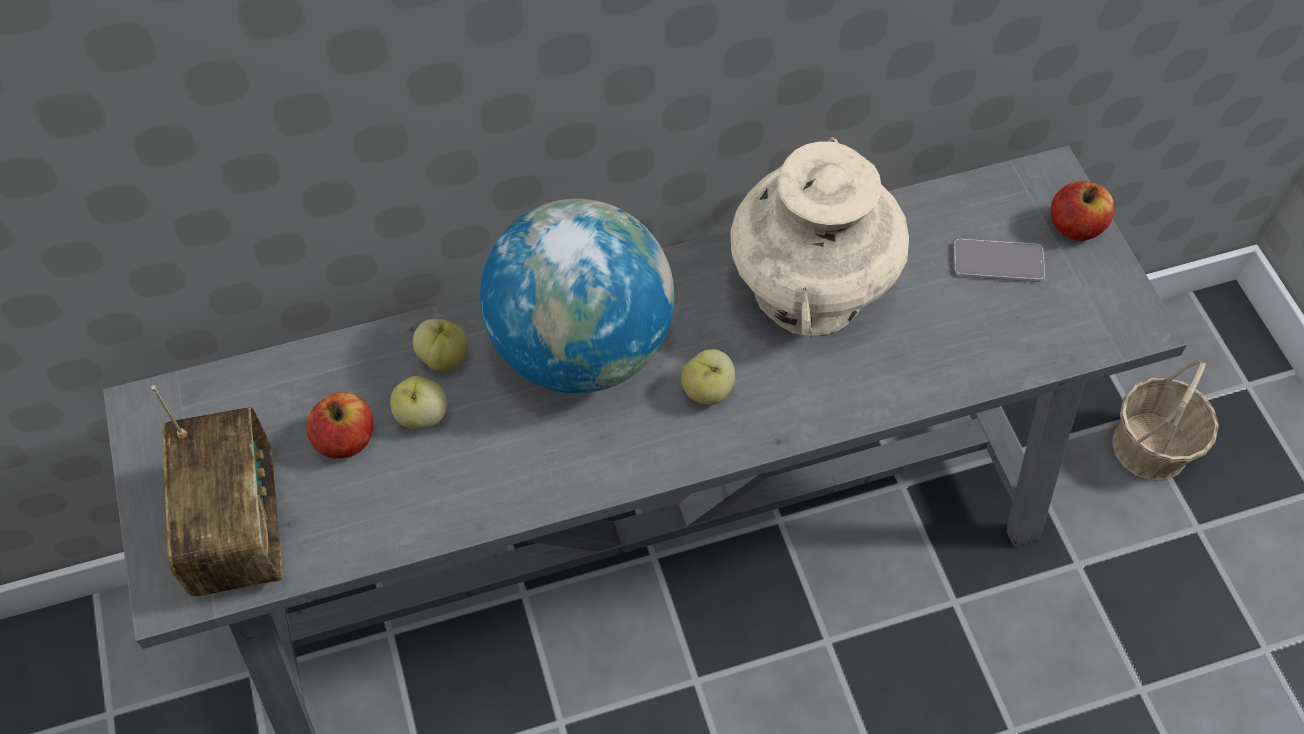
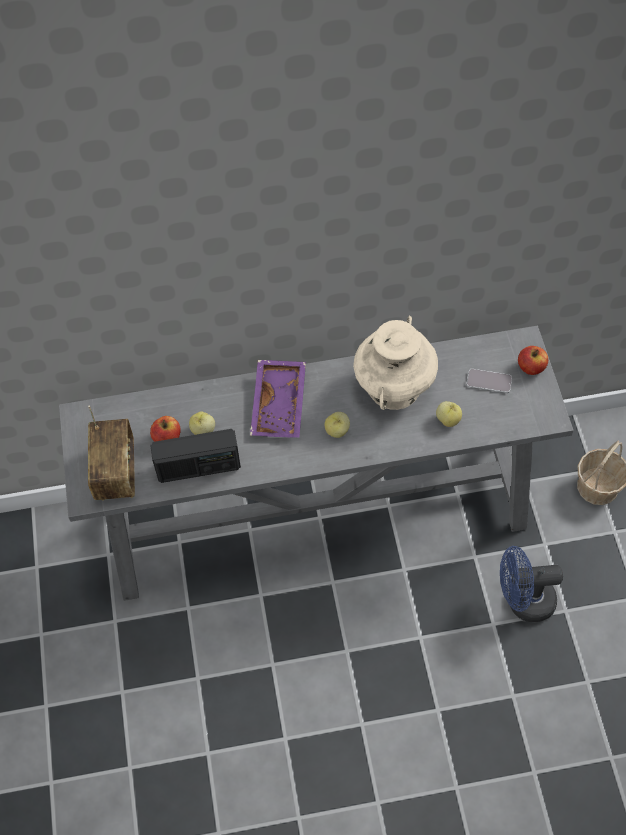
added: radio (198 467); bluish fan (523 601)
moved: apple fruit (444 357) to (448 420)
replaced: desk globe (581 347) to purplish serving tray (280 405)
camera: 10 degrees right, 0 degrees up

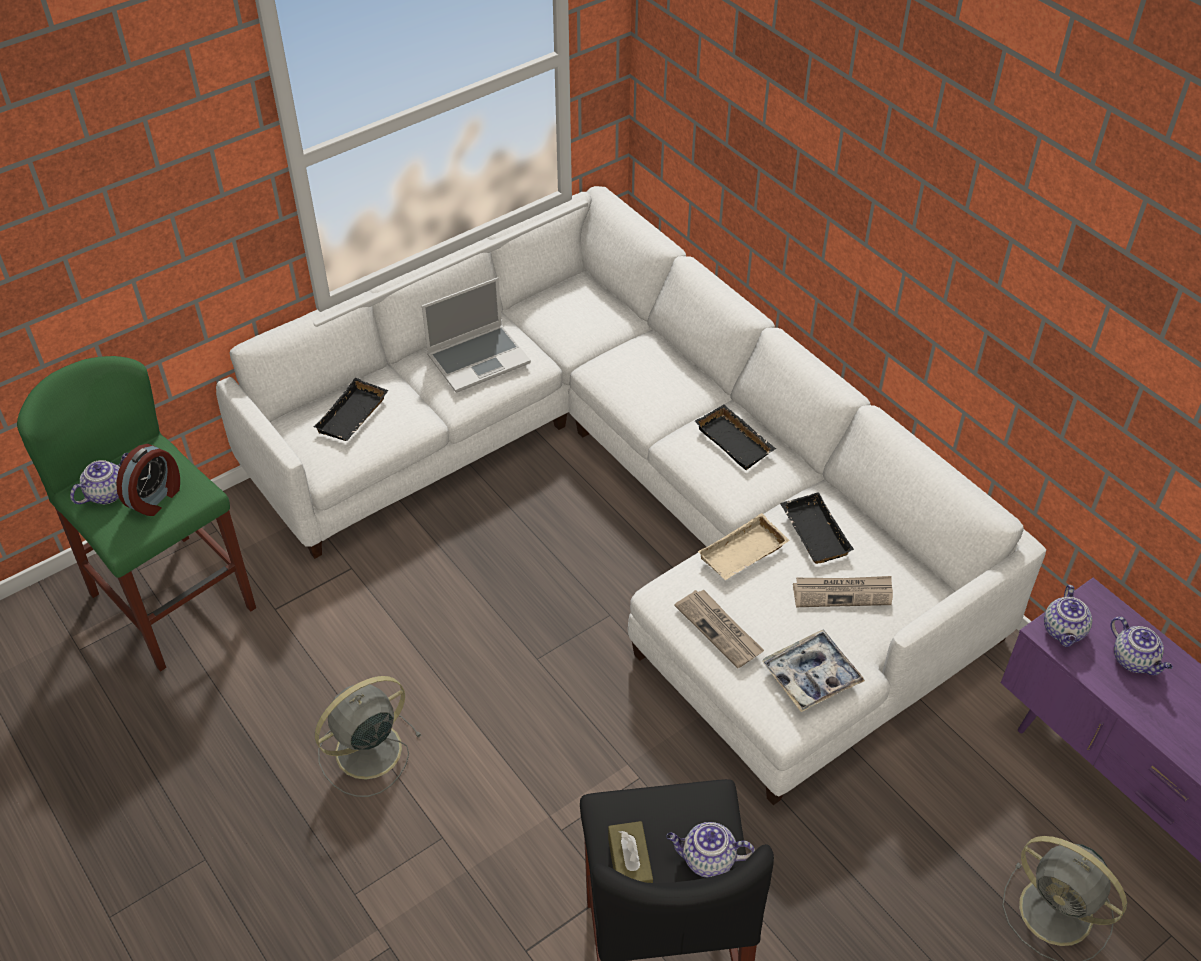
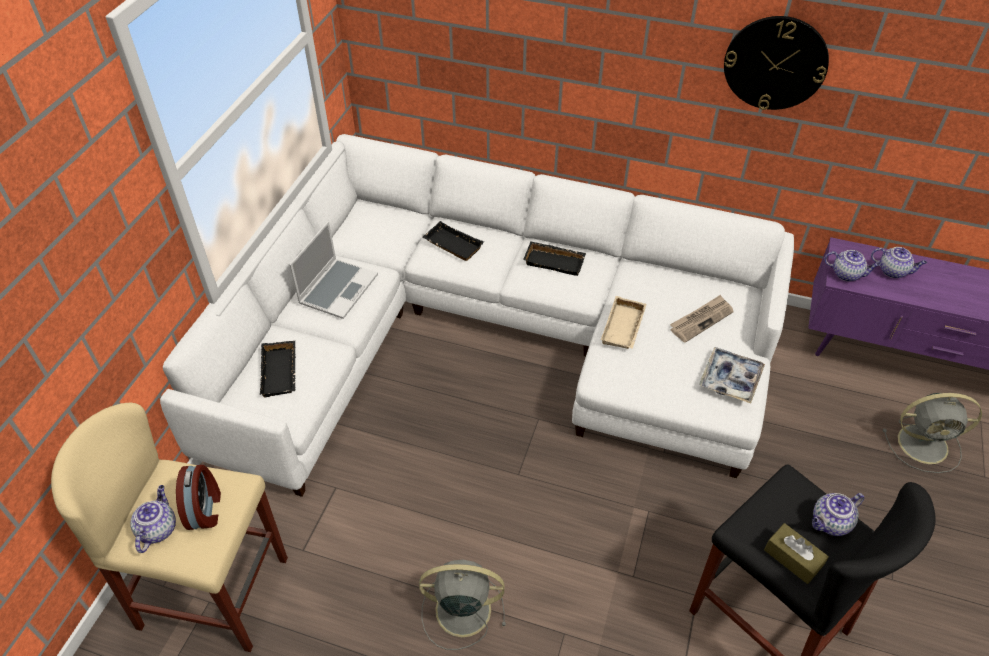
removed: newspaper (720 629)
added: wall clock (775 63)
moved: blackish serving tray (812 533) to (451 245)
recoloured: green-coloured sitting stool (173 601) to beige-coloured sitting stool (215 592)
turned: gray fan (365 752) = (460 610) 75 degrees clockwise; pot for tea (1064 631) = (847 274) 45 degrees counterclockwise
camera: 35 degrees left, 0 degrees up

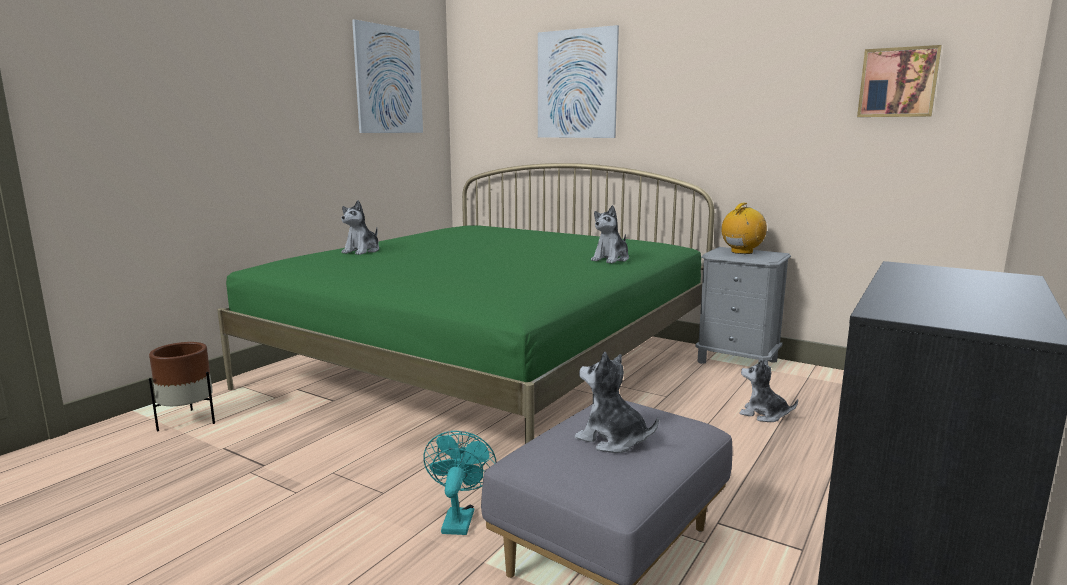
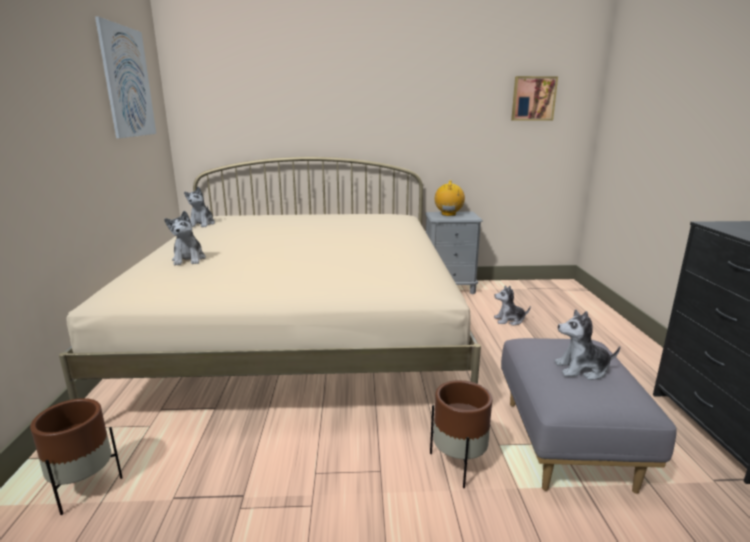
removed: wall art (576 84)
moved: soft toy (611 259) to (202 224)
replaced: turquoise-coloured fan (459 518) to brownish planter (458 464)
recoloured: green-coloured bed (488 366) to beige-coloured bed (302 335)
camera: 35 degrees left, 5 degrees up

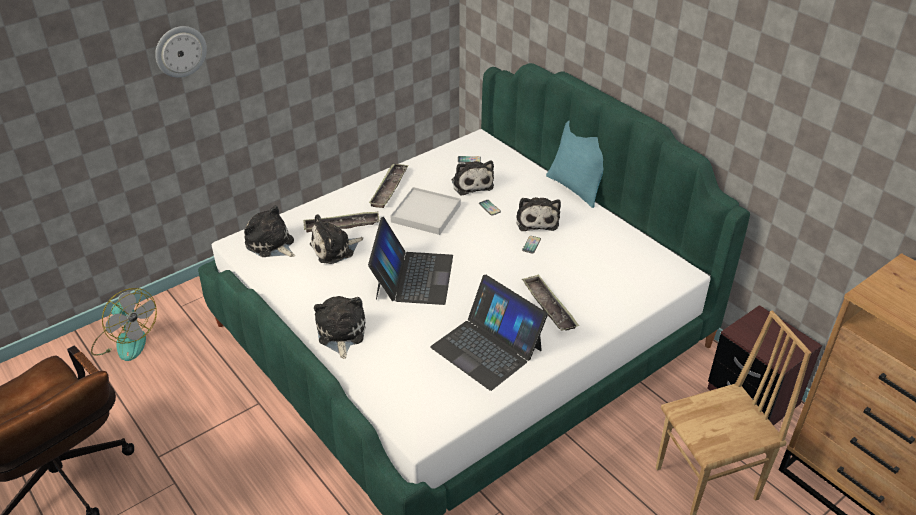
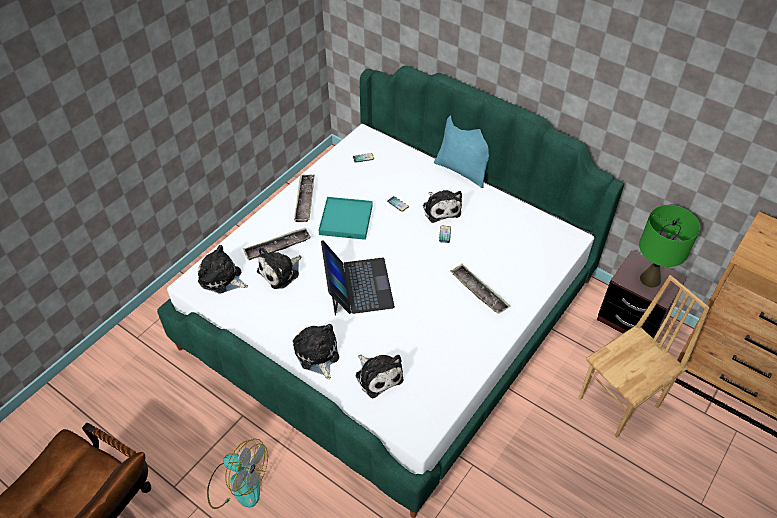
removed: wall clock (180 51); laptop (487 348)
added: green-coloured lamp for a table (650 279)
moved: fan (125 340) to (238 483); soft toy (471 183) to (378 376)
recoloured: white-coloured serving tray (426 213) to turquoise-coloured serving tray (346 220)
camera: 15 degrees left, 10 degrees up

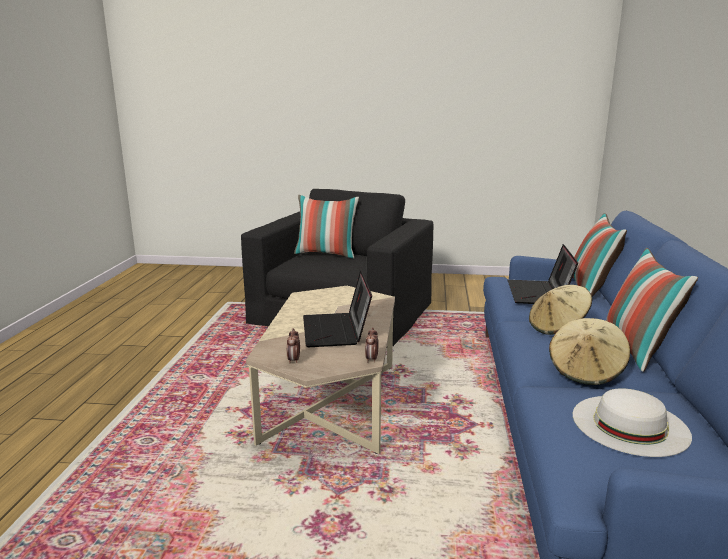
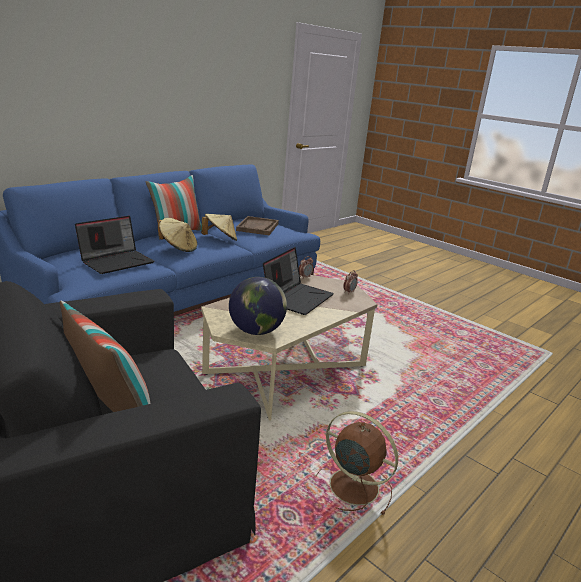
removed: throw pillow (591 290)
added: desk globe (256 331); brownish fan (351 486)
replaced: white-coloured wearable hat (630 424) to brownish serving tray (258 227)
camera: 145 degrees left, 5 degrees up

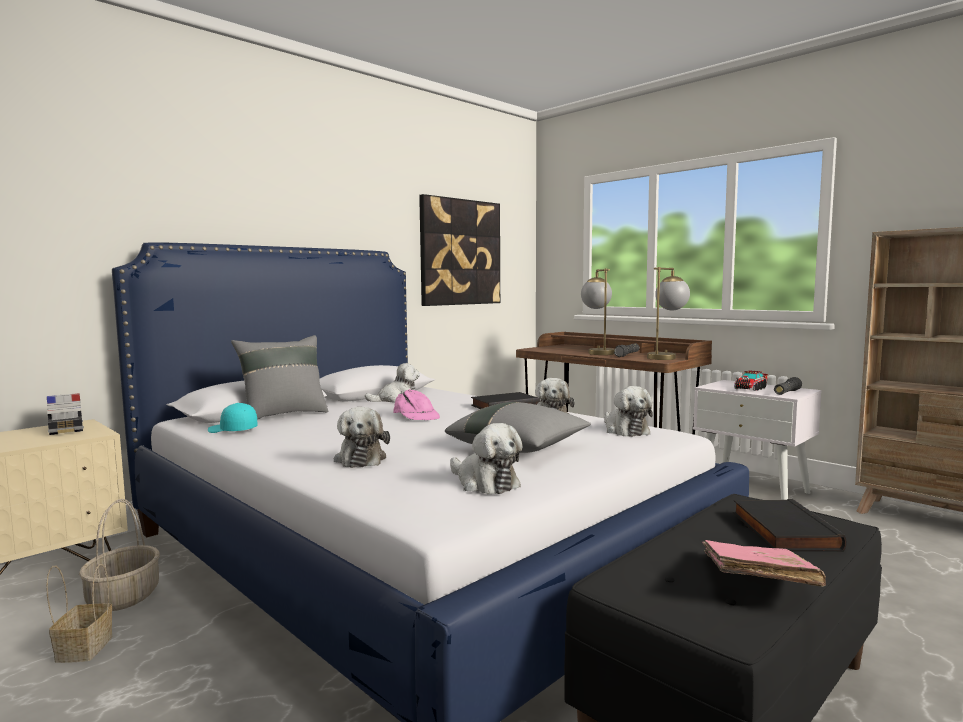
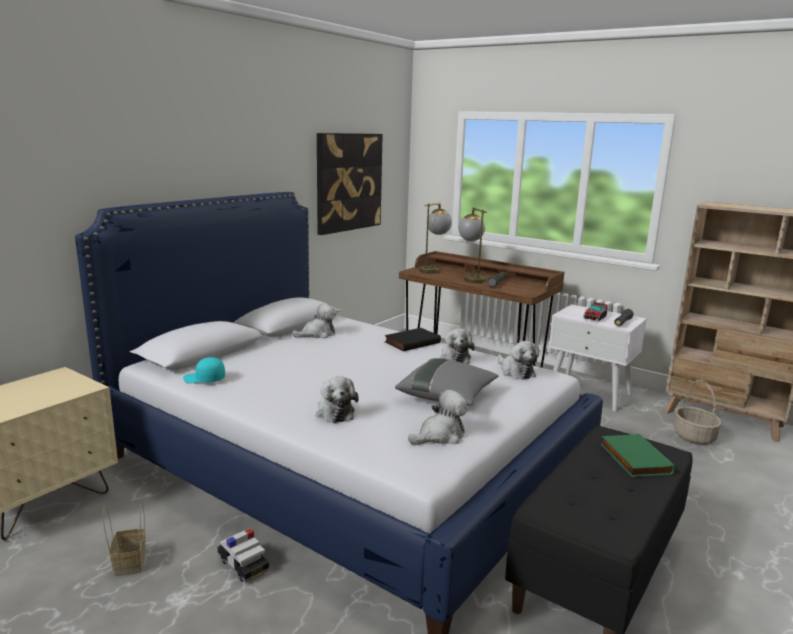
removed: gray throw pillow (283 415); pinkish peaked cap (416 415); pinkish volume (756 582)
moved: model car (66 429) to (243 565); basket (124 598) to (694 437); lamp for a table (666 357) to (433 269)
recoloured: blackish volume (781 531) to green-coloured volume (633 459)
turned: soft toy (484 483) = (440 436) 75 degrees counterclockwise
camera: 10 degrees left, 10 degrees up

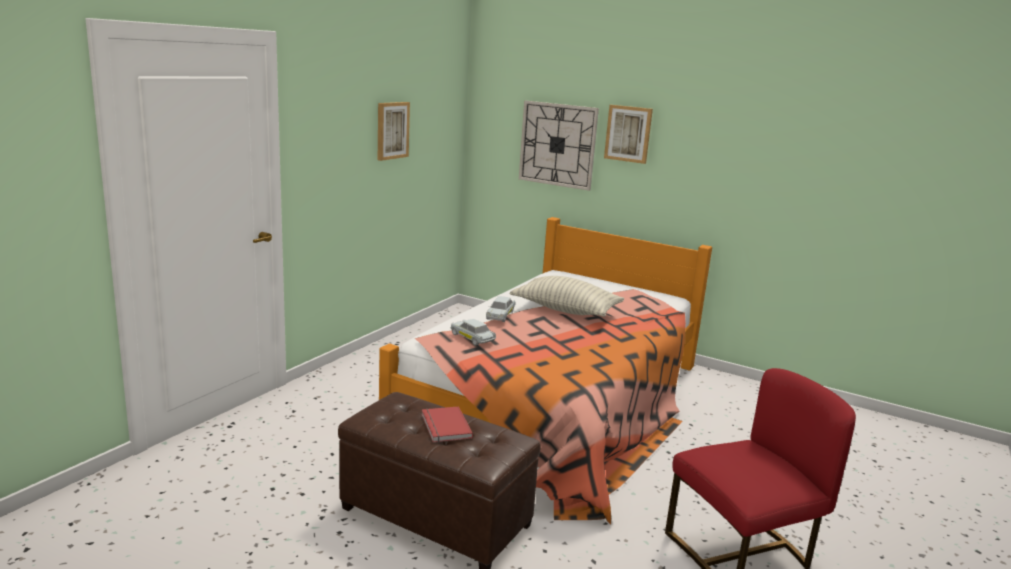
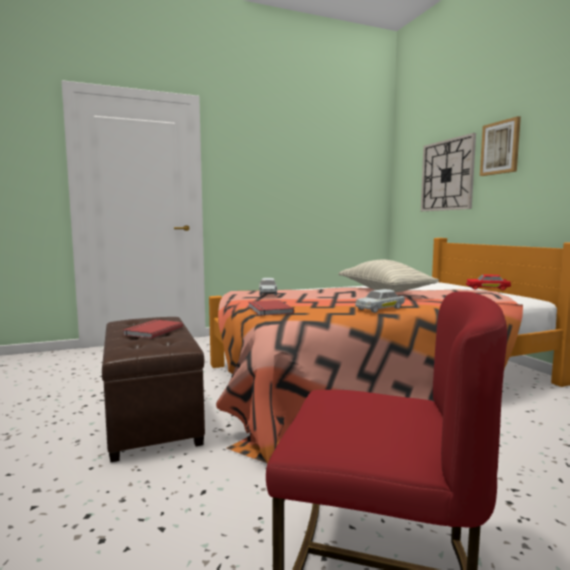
removed: wall art (392 130)
added: red volume (268 310); red model car (487 288)
moved: white-coloured model car (500 315) to (380 309)
camera: 40 degrees right, 10 degrees down

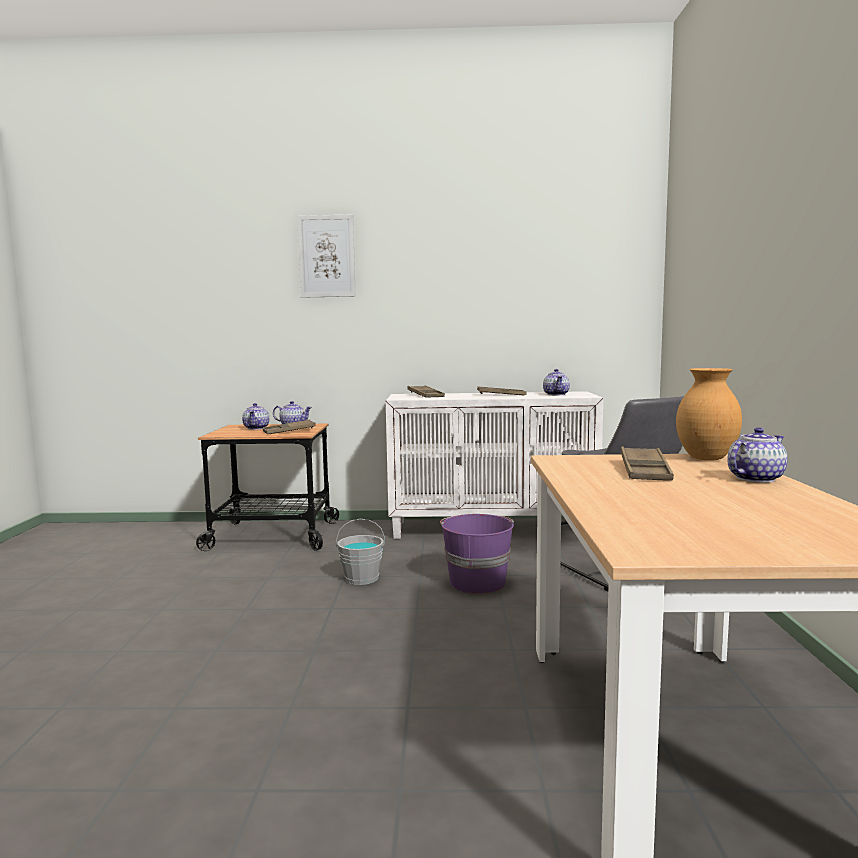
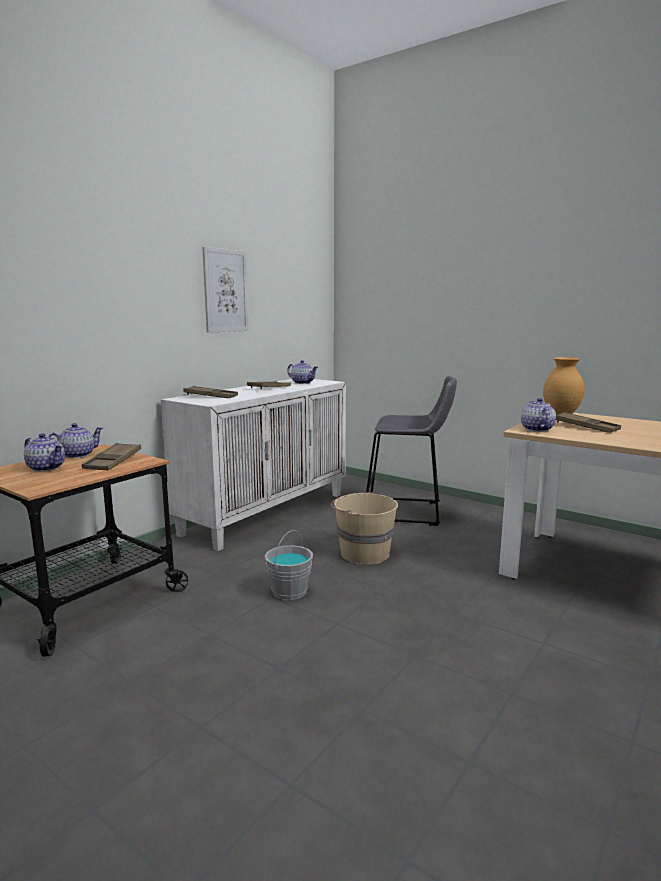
moved: wall art (326 256) to (225 291); pot for tea (754 478) to (536 429)
recoloured: purplish pail (477 582) to beige-coloured pail (363 553)
camera: 55 degrees left, 5 degrees up

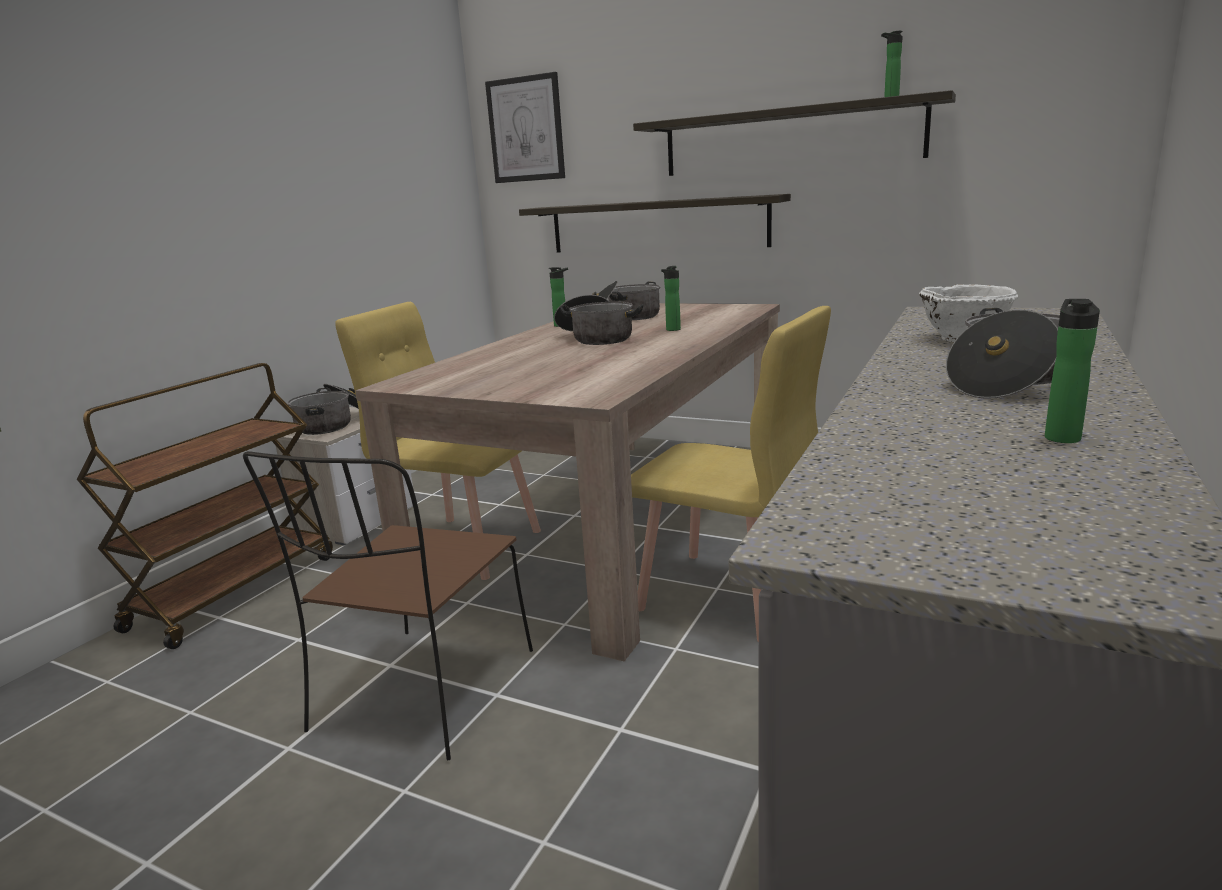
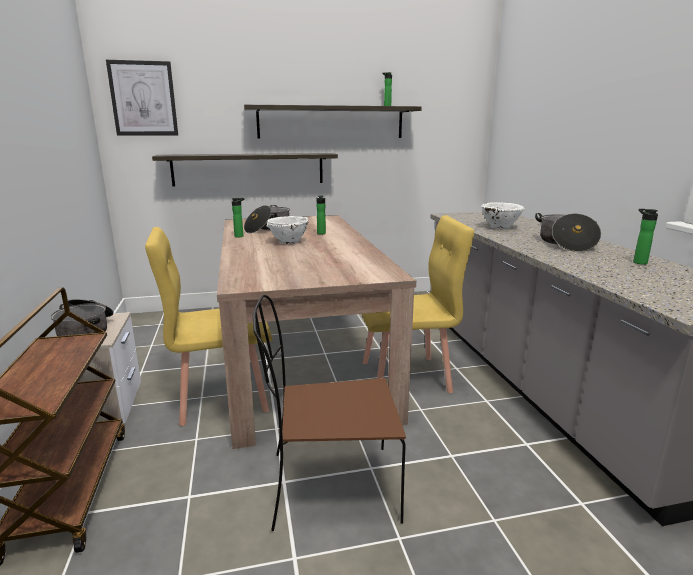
replaced: stockpot (596 338) to white-coloured serving bowl (288 242)
turned: brownish chair (423 693) = (329 486) 105 degrees clockwise
camera: 40 degrees left, 0 degrees up

